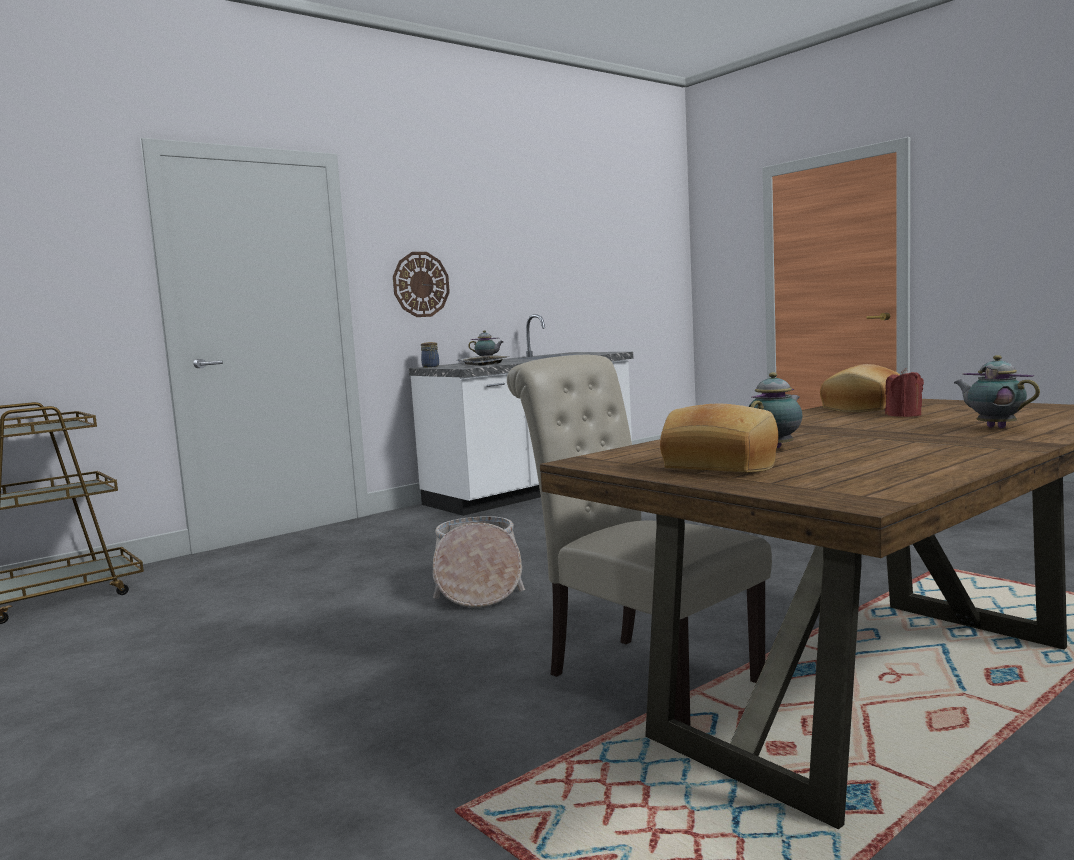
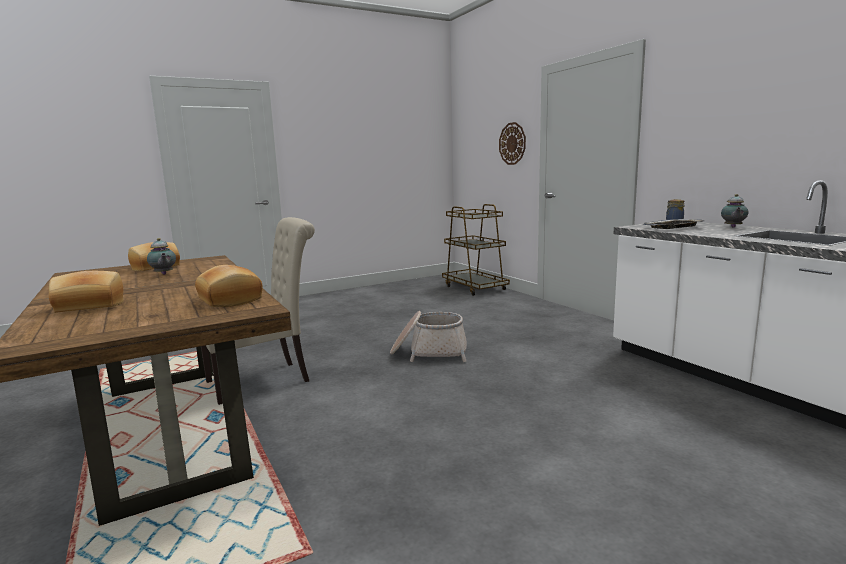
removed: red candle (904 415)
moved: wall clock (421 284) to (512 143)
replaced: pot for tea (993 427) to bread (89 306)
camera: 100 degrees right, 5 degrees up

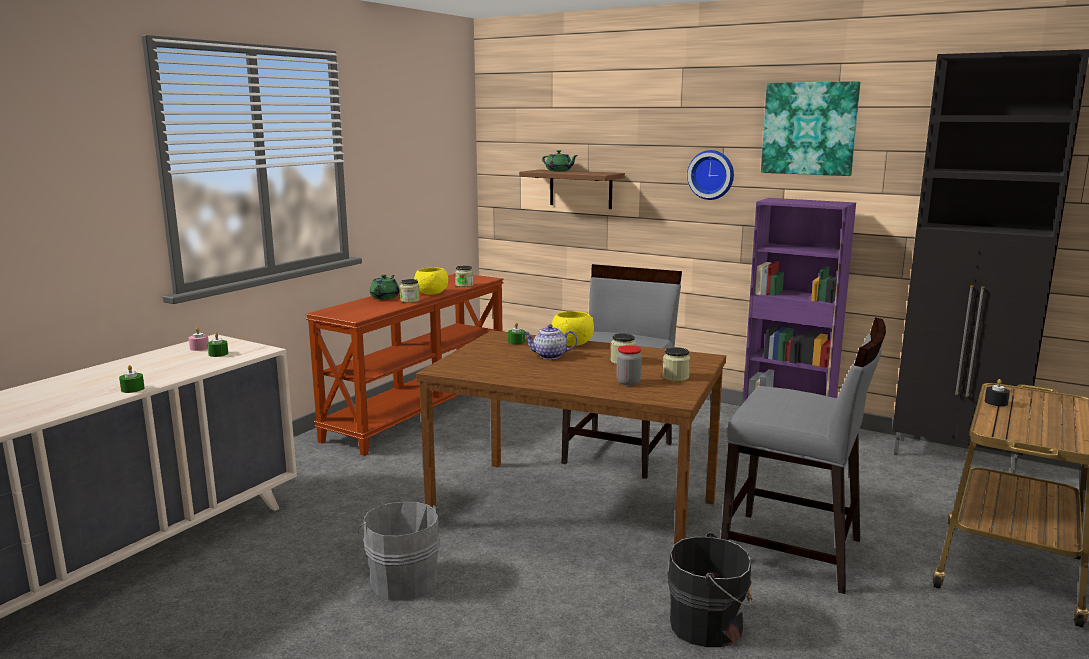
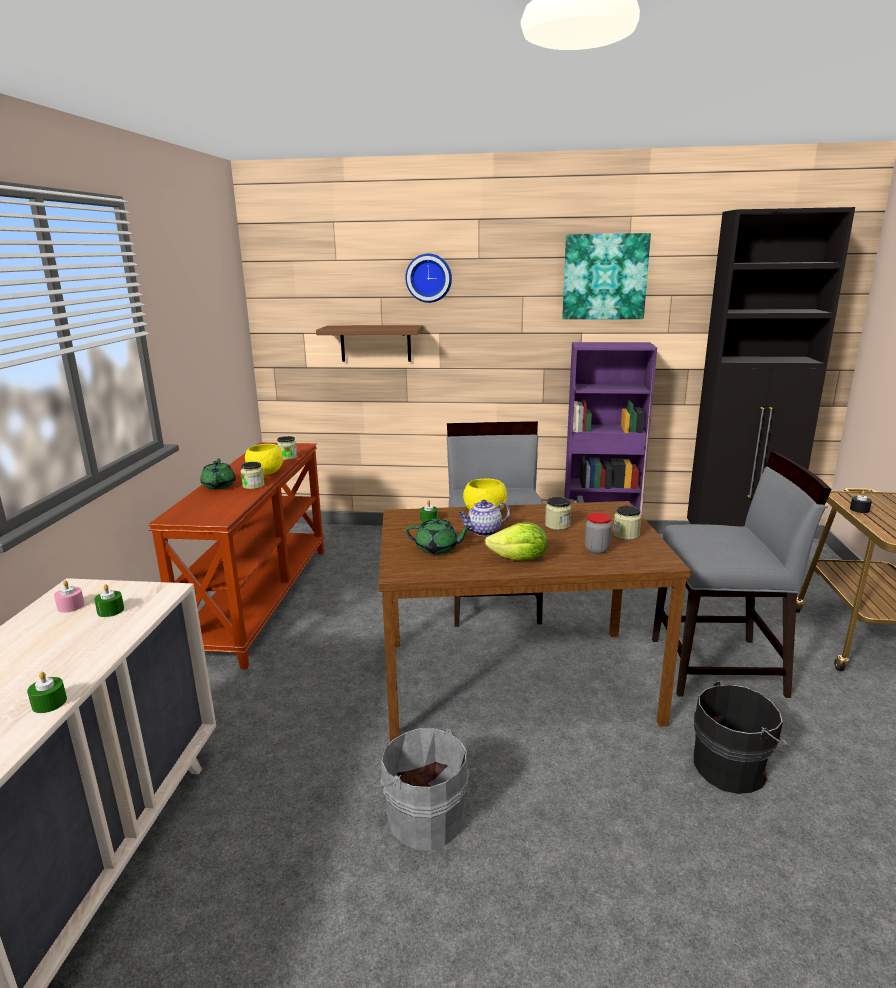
added: head of lettuce (519 559)
moved: green-coloured pot for tea (559 171) to (437 549); wall clock (711 174) to (429 278)
camera: 25 degrees left, 5 degrees up

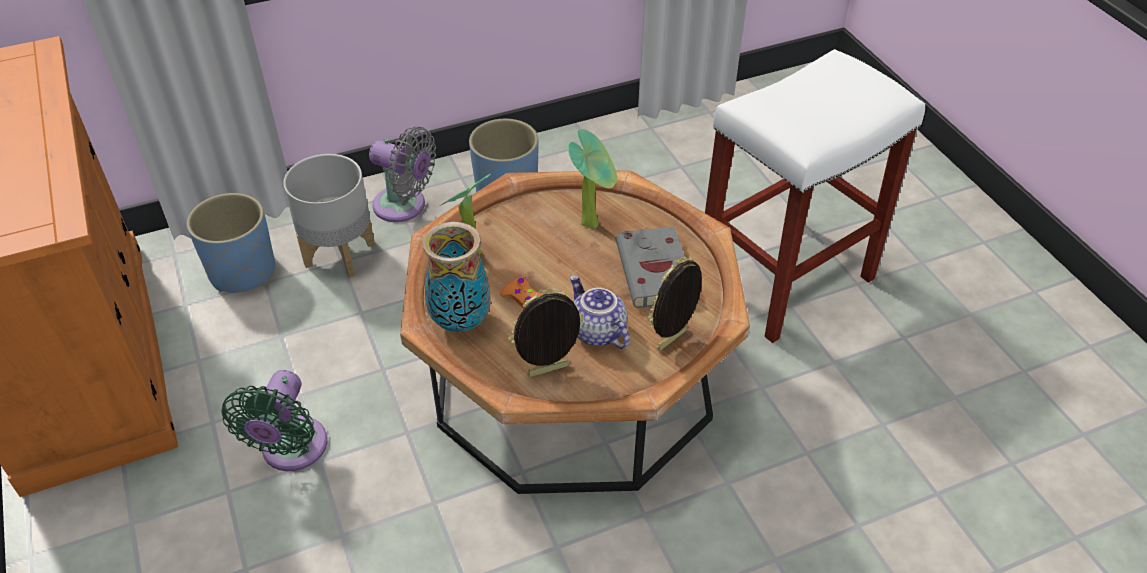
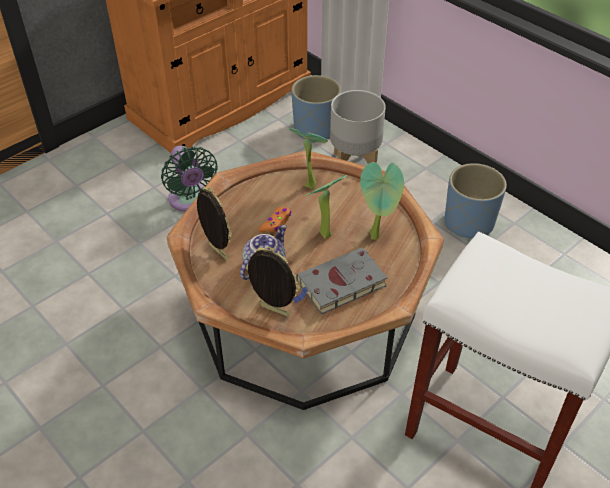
removed: gray fan (404 206); decorative vase (460 322)
added: potted plant (322 234)
turned: green-coloured fan (291 451) = (190 201) 105 degrees counterclockwise
camera: 70 degrees right, 0 degrees up

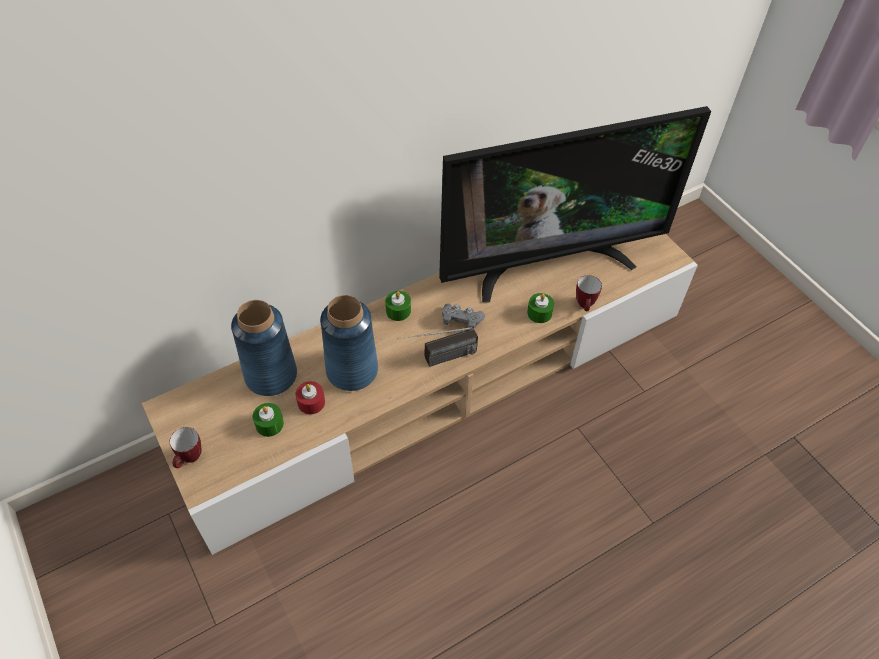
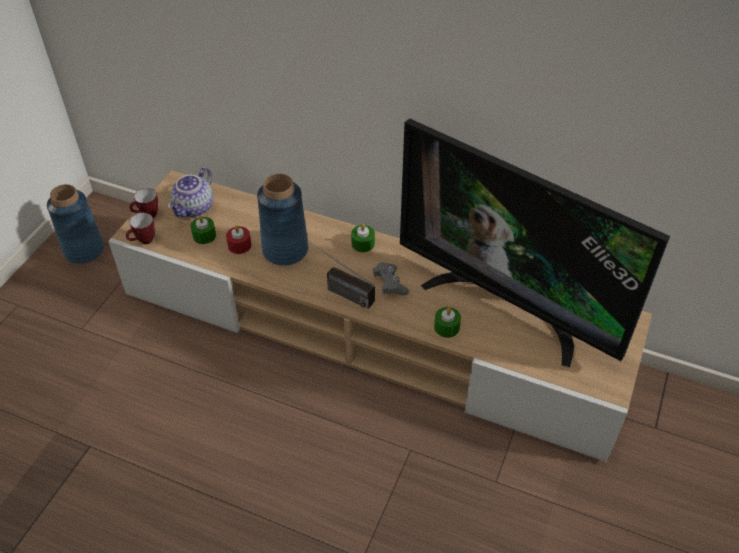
added: pot for tea (195 208)
moved: bluish decorative vase (271 375) to (84 250); mug (585 306) to (143 242)
camera: 55 degrees right, 5 degrees down

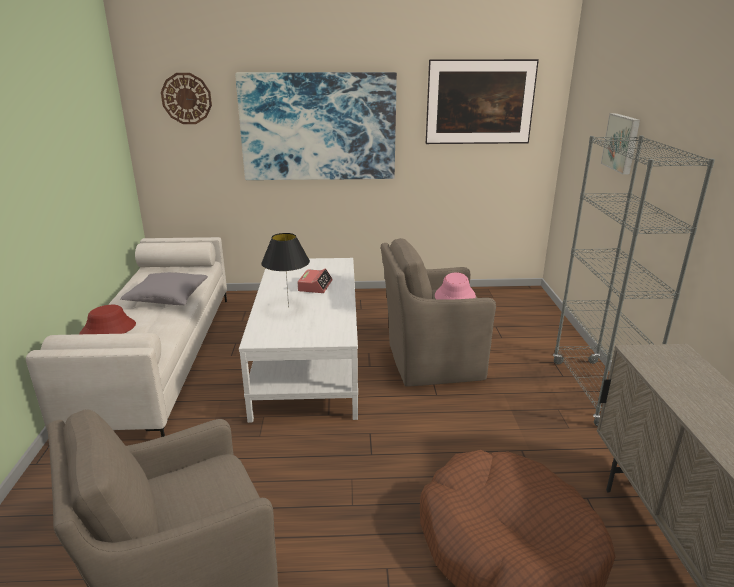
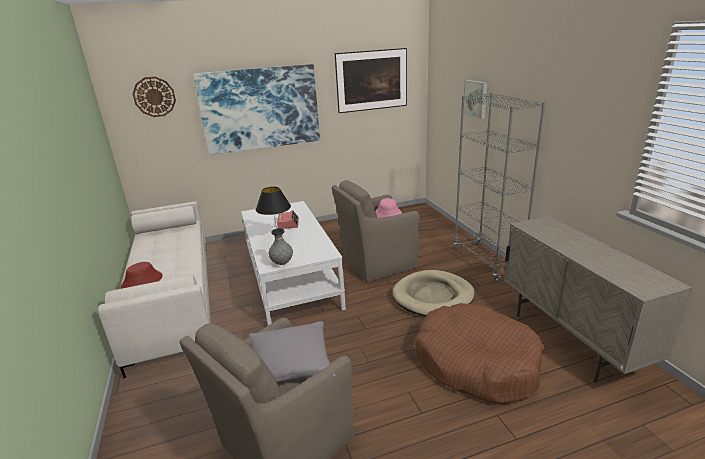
added: gray decorative vase (282 263); beige-coloured pet bed (433 296)
moved: gray throw pillow (168 298) to (290 364)
camera: 15 degrees left, 0 degrees up

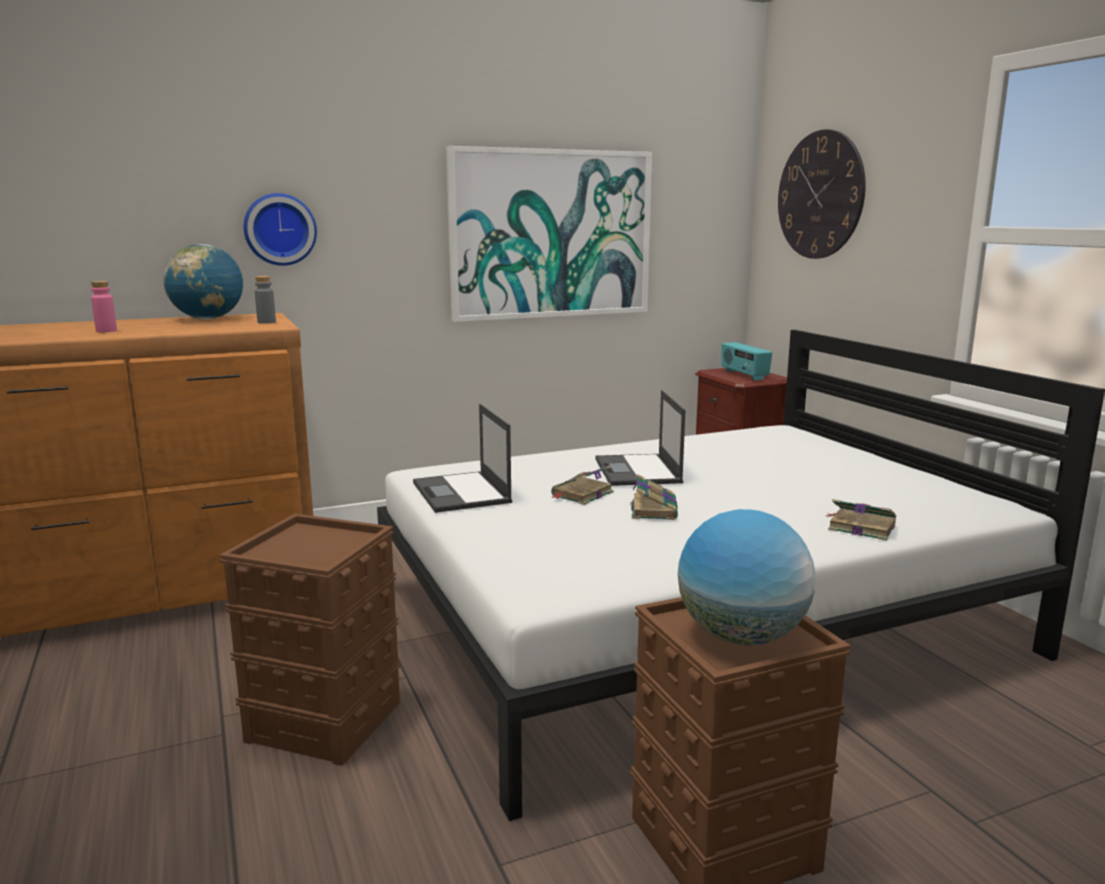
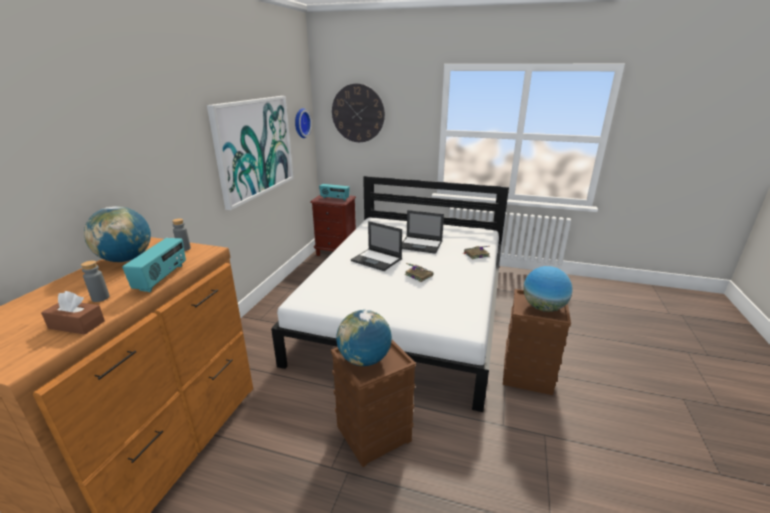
removed: volume (581 494)
added: brownish tissue holder (77 325); radio (162 278); desk globe (364 359)
moved: wall clock (280 229) to (300 123); laptop (462 493) to (421 245)
recoloured: pinkish drink bottle (106 331) to gray drink bottle (100 298)
camera: 50 degrees left, 10 degrees up

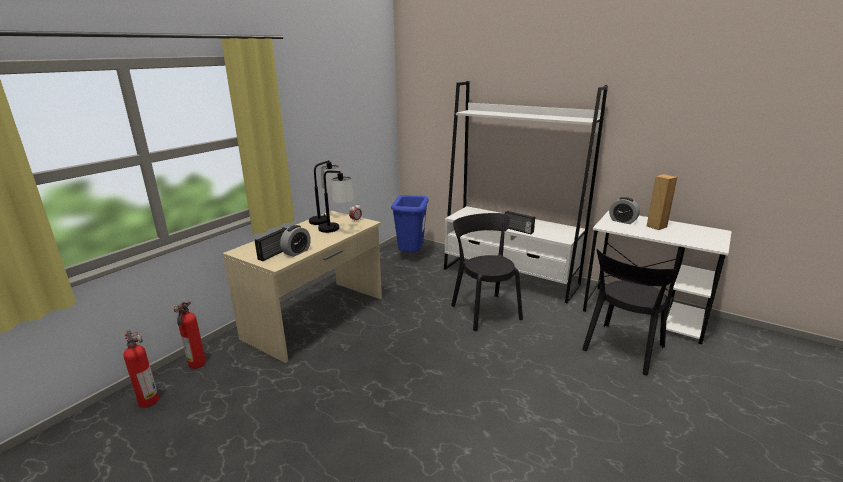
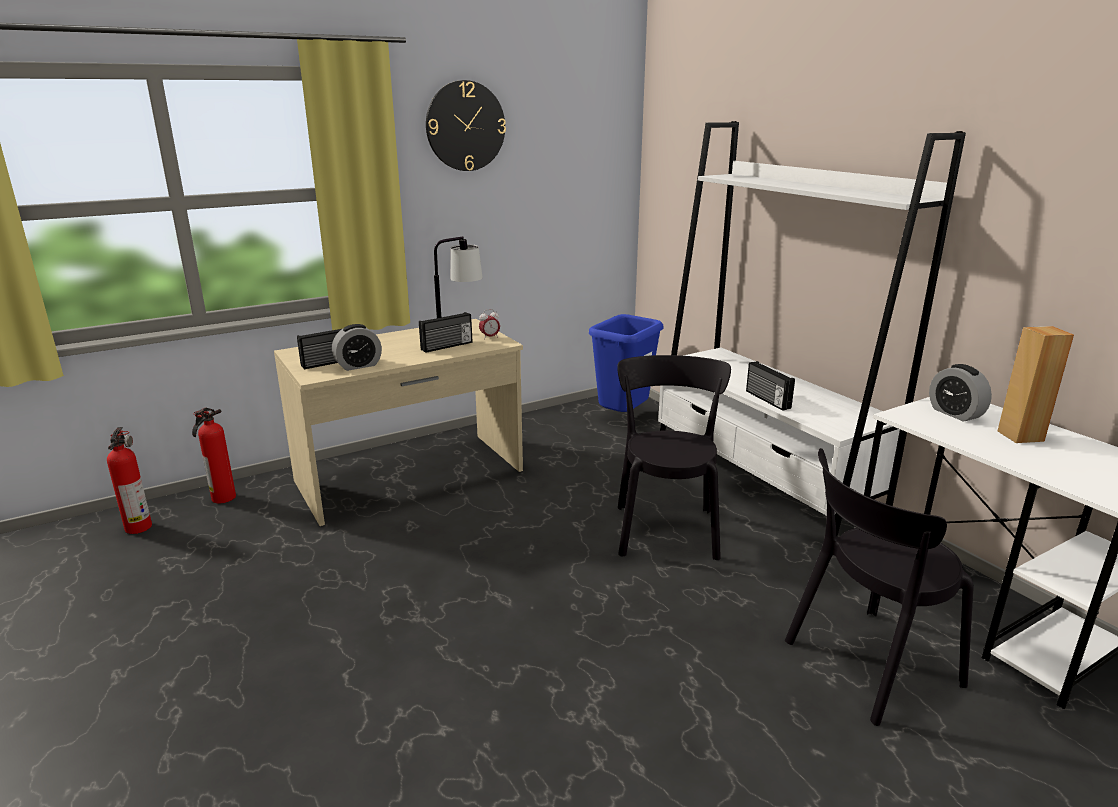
added: wall clock (465 126)
replaced: lamp for a table (337 230) to radio (447 346)
camera: 25 degrees right, 0 degrees up

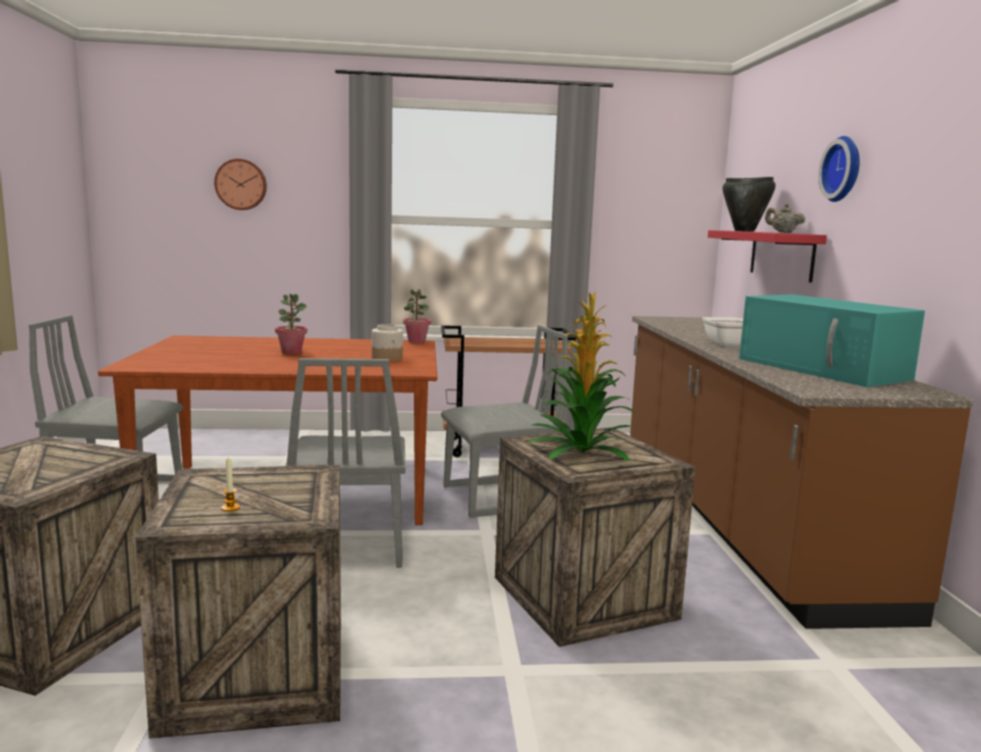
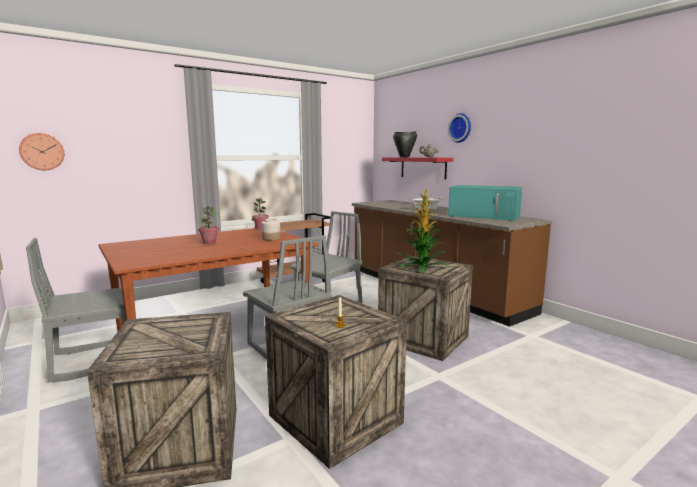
moved: wall clock (241 184) to (42 151)
camera: 30 degrees left, 0 degrees up

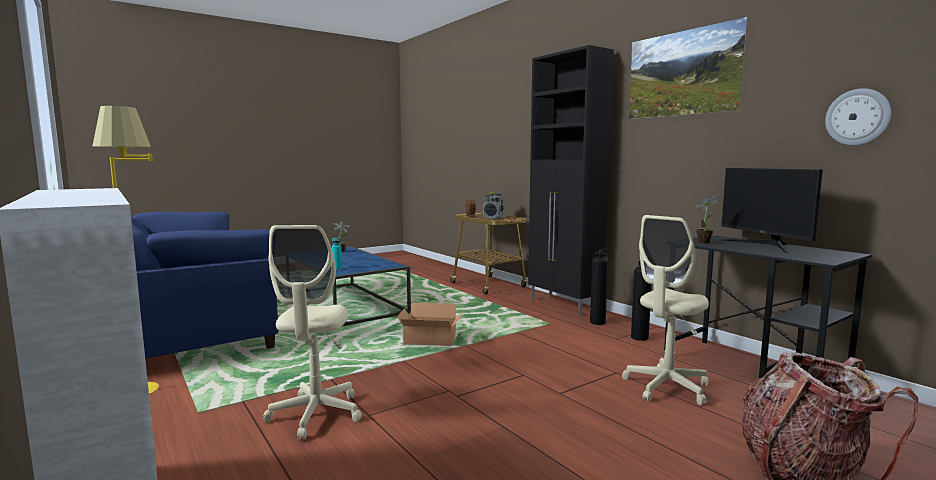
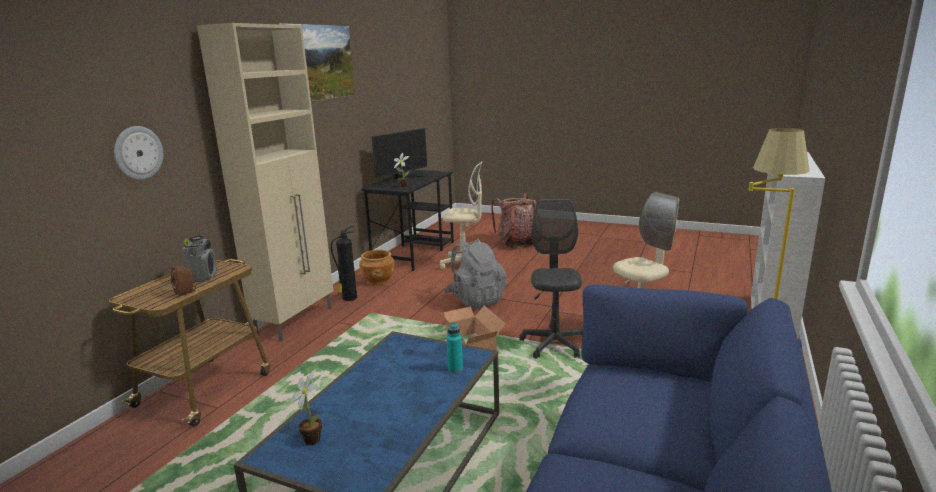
added: gray knapsack (476 300); gray desk chair (554 344)
moved: wall clock (857 117) to (138 153)
replaced: fire-fighting cylinder (639 337) to brownish planter (378 281)
recoloured: blackish storage cabinet (564 305) to beige-coloured storage cabinet (296 320)
camera: 120 degrees left, 10 degrees up

